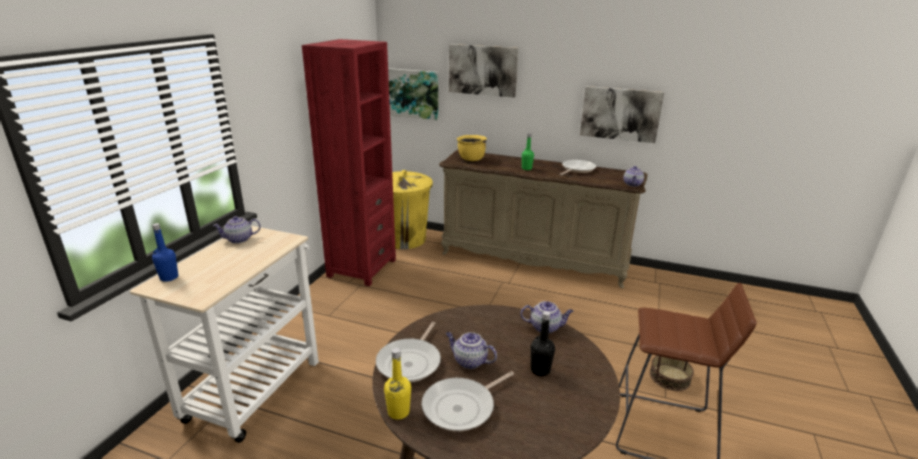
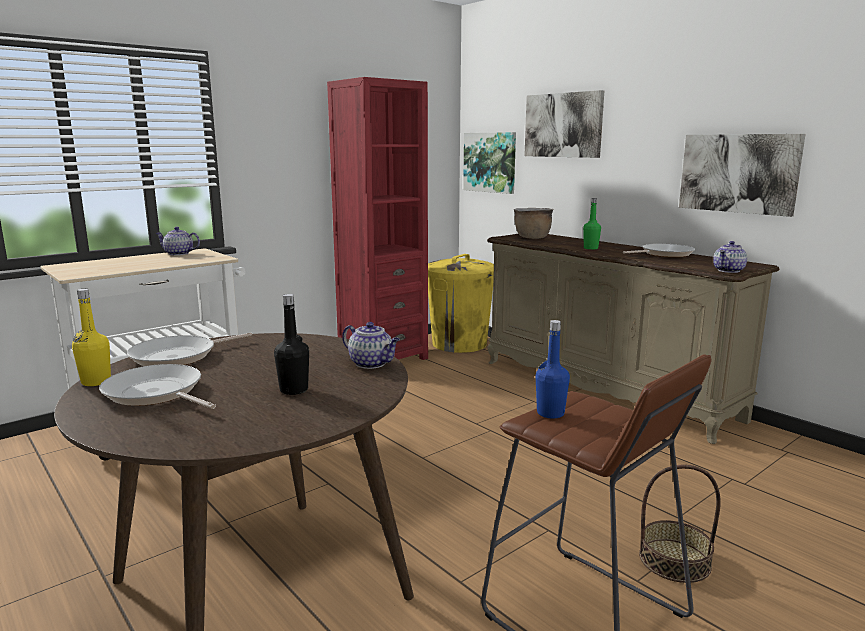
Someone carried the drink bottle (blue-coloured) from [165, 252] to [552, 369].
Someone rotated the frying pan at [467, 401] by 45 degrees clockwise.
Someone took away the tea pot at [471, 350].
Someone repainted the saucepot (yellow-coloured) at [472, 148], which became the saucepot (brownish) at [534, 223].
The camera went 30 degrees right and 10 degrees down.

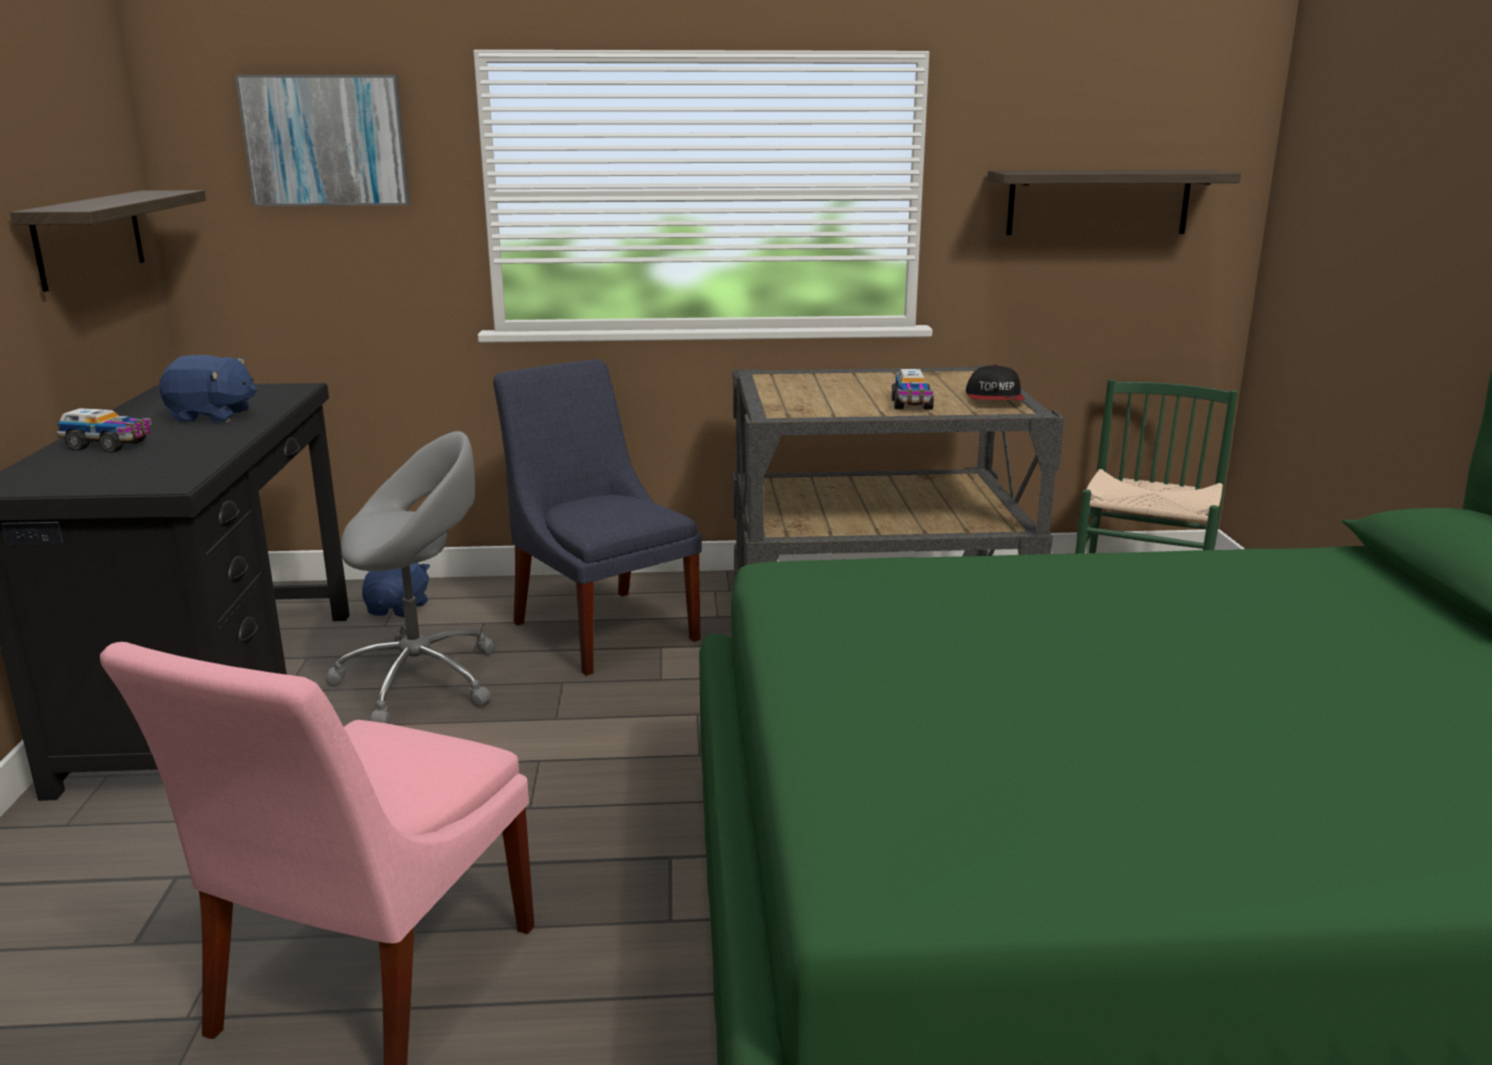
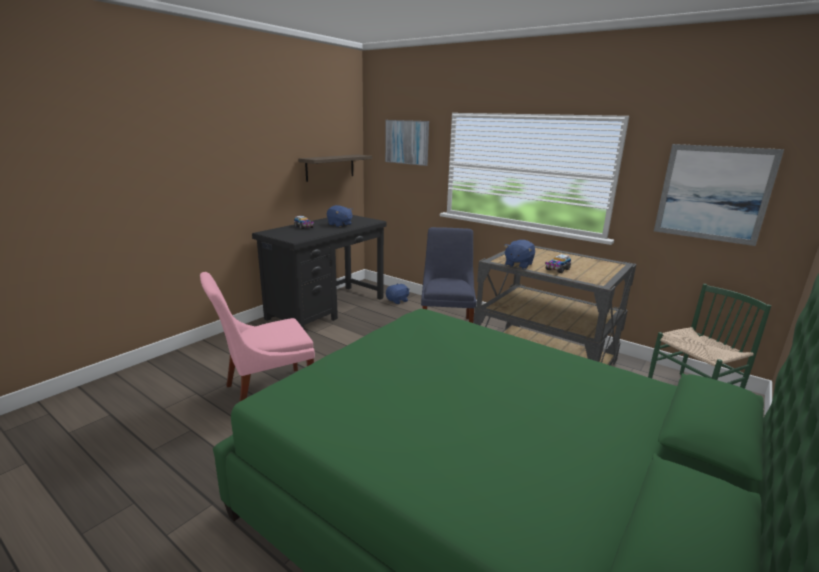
Someone took away the computer chair (greyish) at [410, 577].
Someone took away the peaked cap at [995, 382].
Someone swapped the bracket shelf at [1114, 202] for the wall art at [719, 195].
Someone put down the plush toy (blue-coloured) at [519, 254].
The camera went 40 degrees right and 0 degrees up.

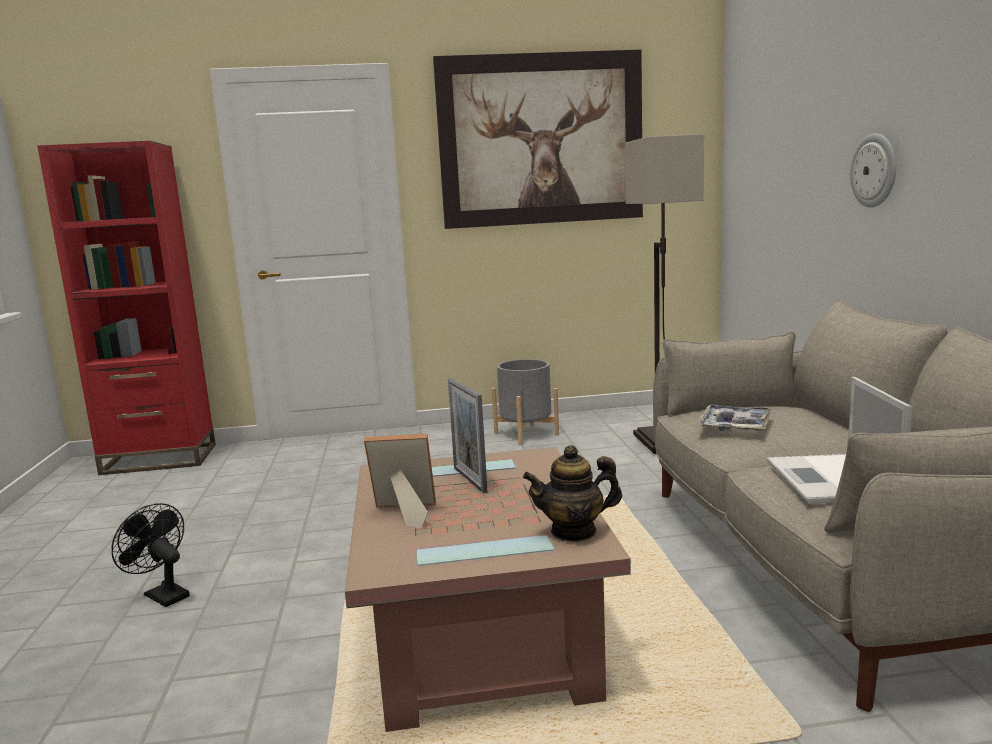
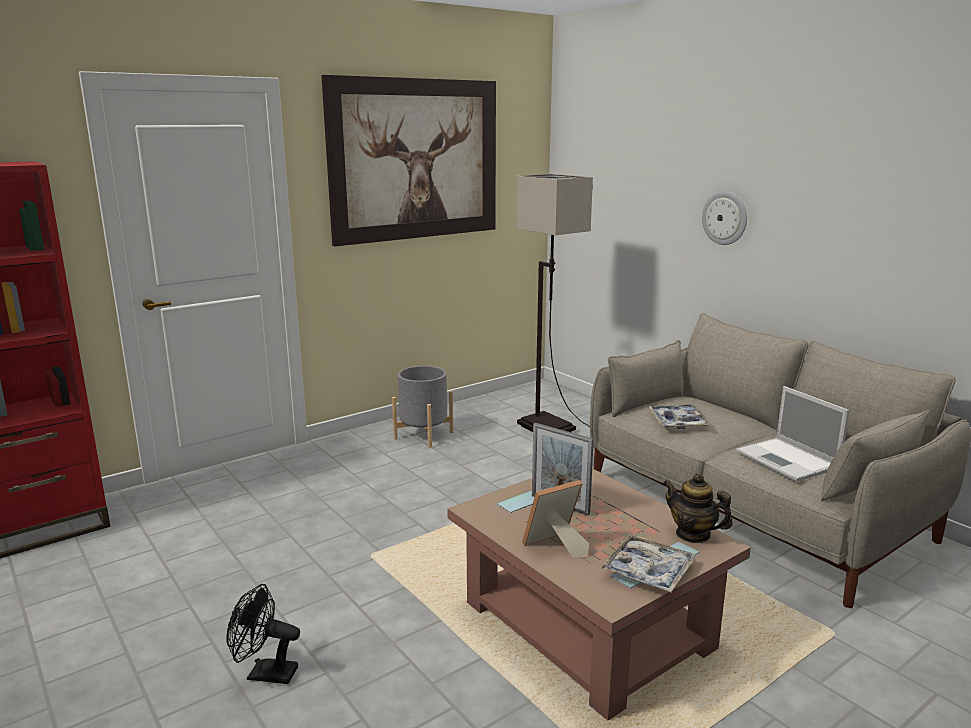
Someone rotated the tea pot at [572, 493] by 75 degrees clockwise.
Someone put down the tray at [648, 563].
The camera went 30 degrees left and 5 degrees up.

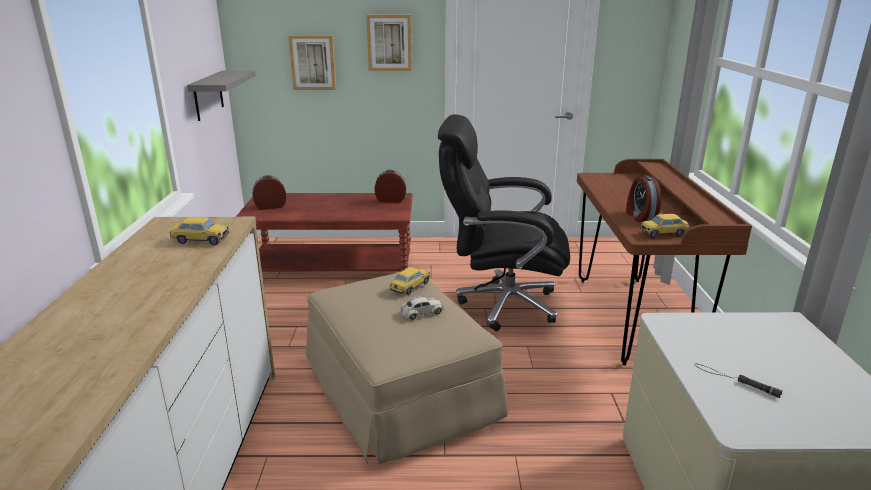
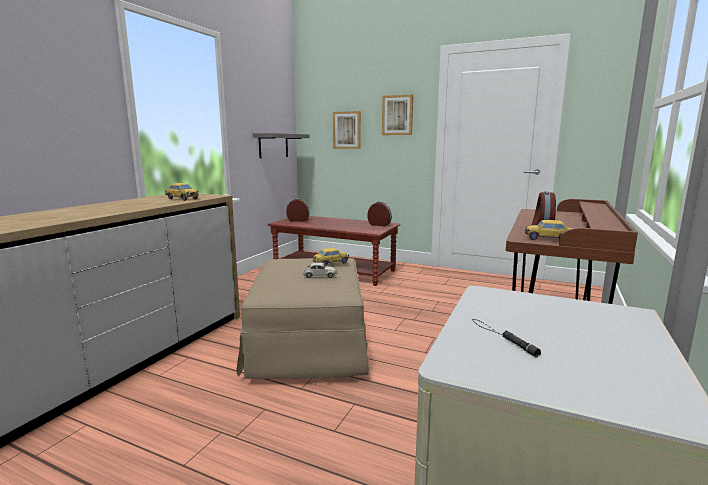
Someone took away the computer chair (black-coloured) at [504, 222].
The camera went 25 degrees right and 10 degrees down.

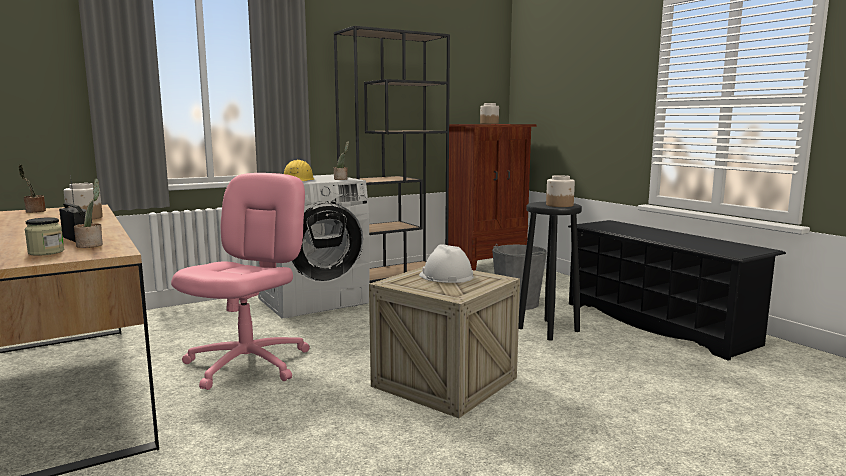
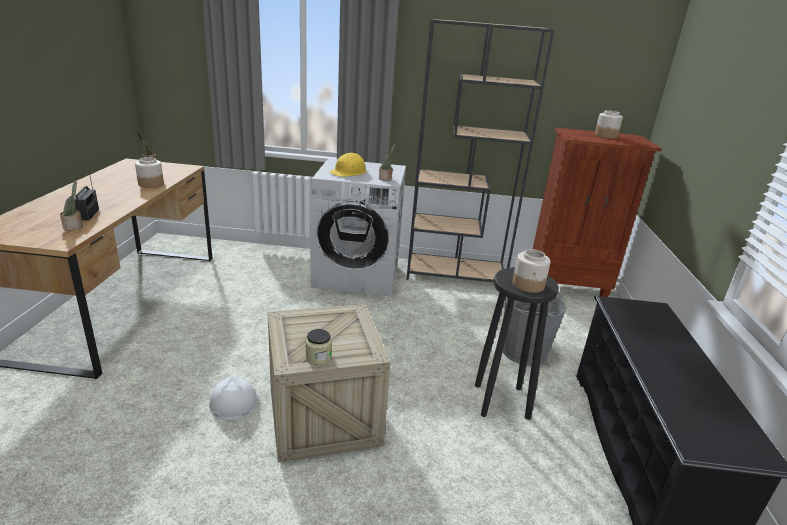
Someone carried the jar from [44, 236] to [319, 347].
Someone took away the computer chair (pinkish) at [240, 281].
Someone carried the work helmet (white-coloured) from [446, 263] to [234, 398].
The camera went 35 degrees right and 15 degrees up.

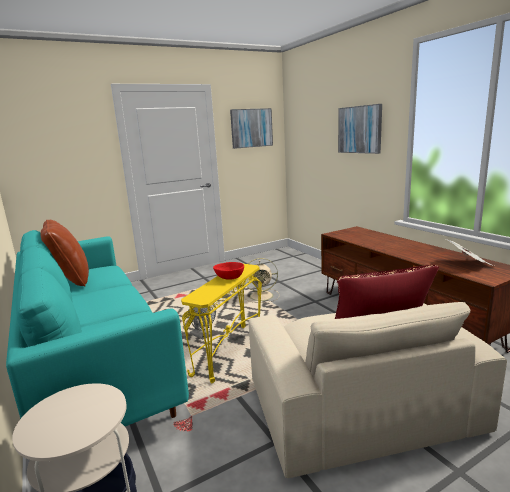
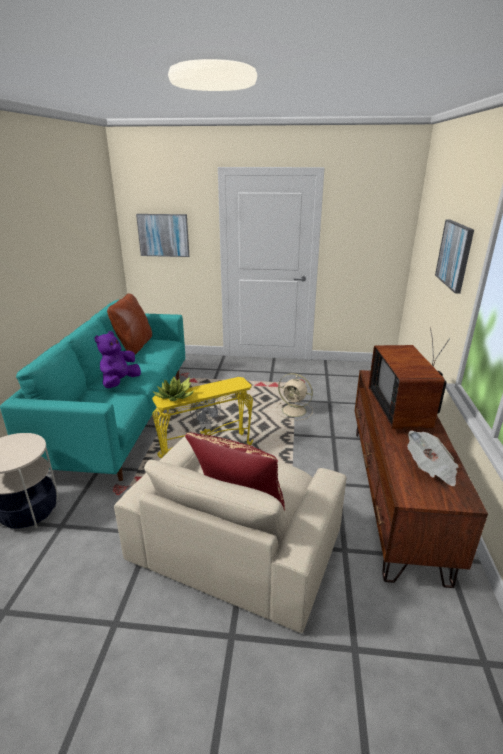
Someone took away the serving bowl (reddish) at [228, 271].
Someone carried the wall art from [251, 128] to [162, 235].
Someone put down the plush toy (purple) at [117, 359].
Someone put down the potted plant at [173, 388].
Someone put down the TV at [409, 378].
The camera went 35 degrees right and 10 degrees up.

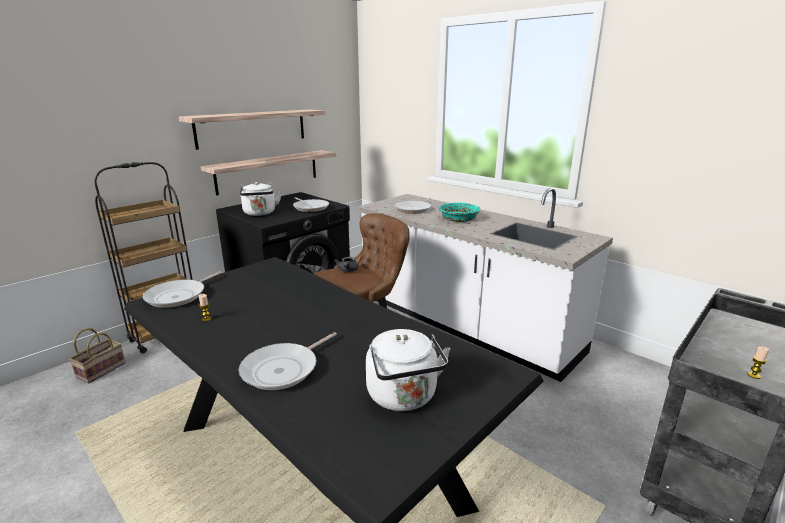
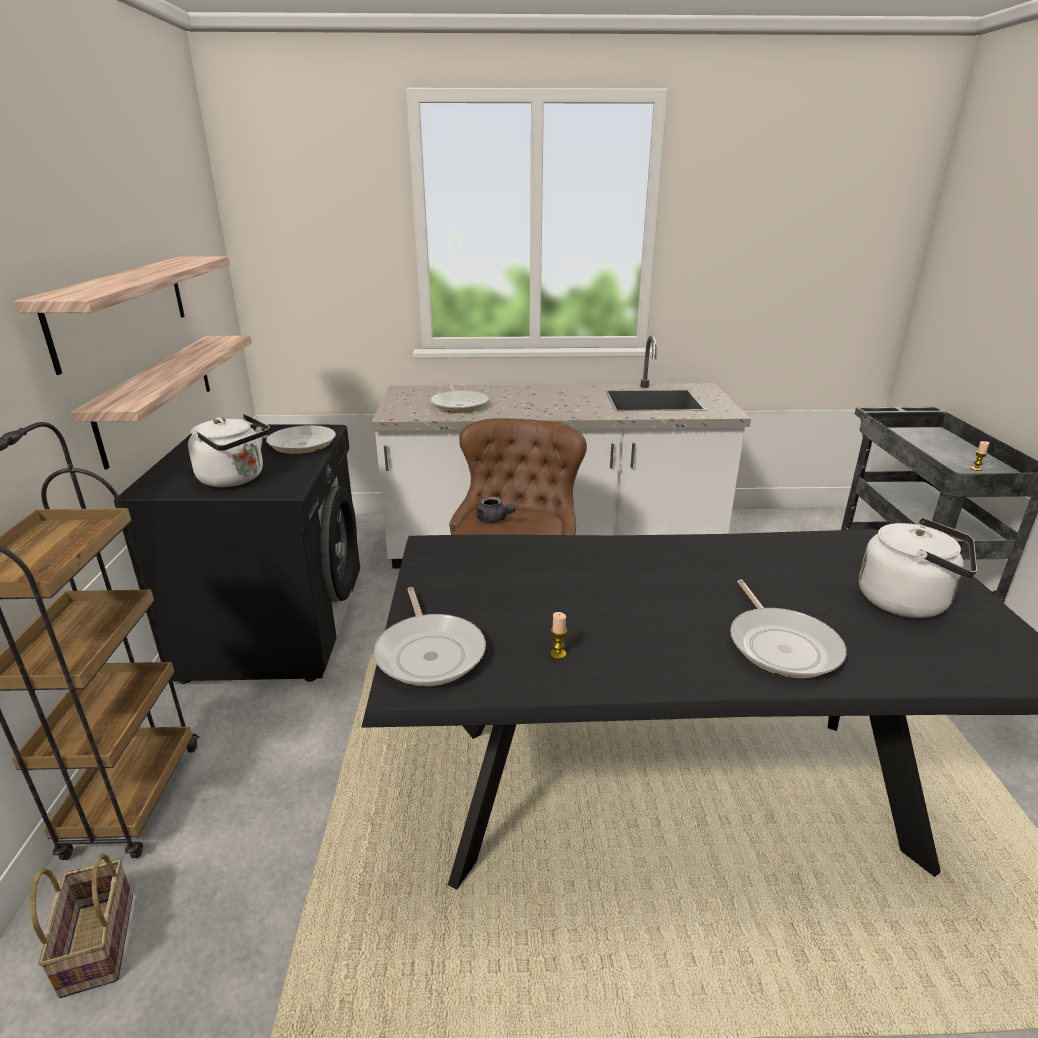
Someone took away the serving bowl (blue-green) at [459, 212].
The camera went 45 degrees left and 5 degrees up.

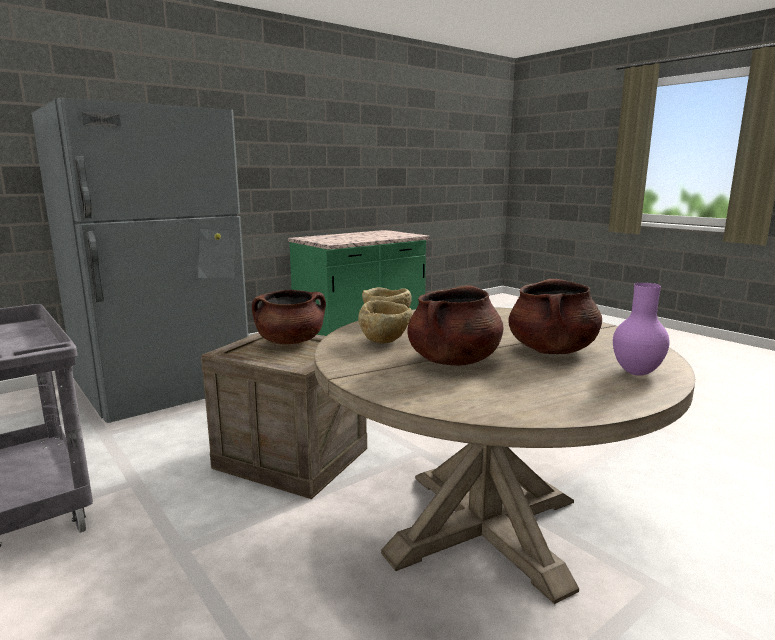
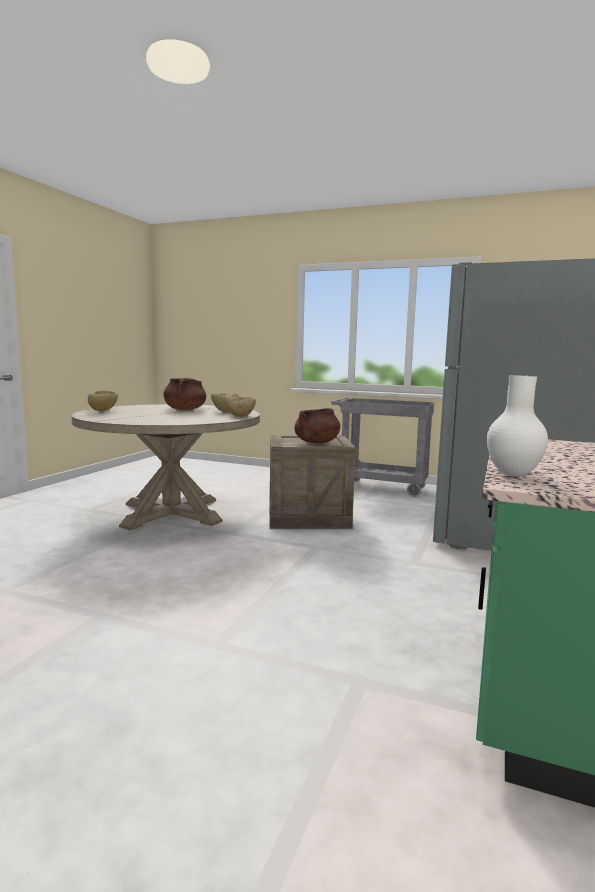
Someone took away the saucepot (brownish) at [555, 316].
Someone swapped the flower vase (purple) at [641, 329] for the serving bowl (beige) at [103, 400].
Someone put down the flower vase (white-coloured) at [517, 426].
The camera went 150 degrees right and 5 degrees down.

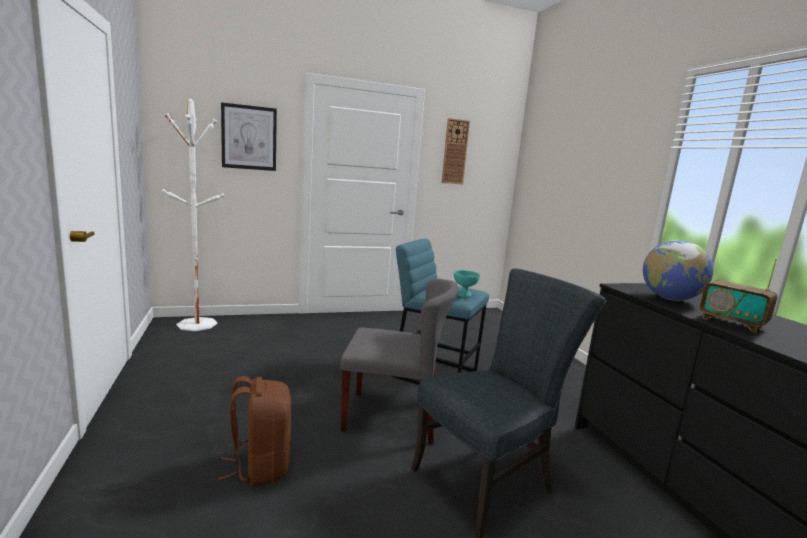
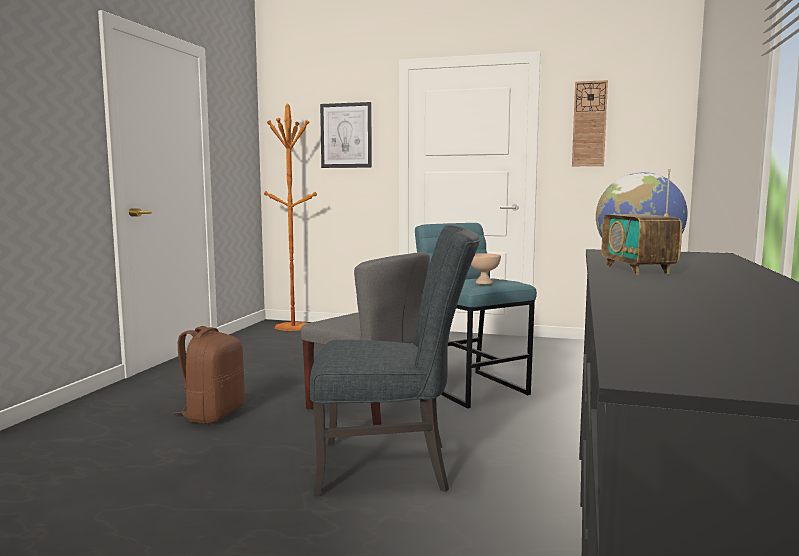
Someone repainted the clothes rack (white-coloured) at [193, 215], which became the clothes rack (orangey) at [290, 217].
Someone repainted the serving bowl (blue-green) at [467, 283], which became the serving bowl (beige) at [486, 268].
The camera went 35 degrees right and 5 degrees down.

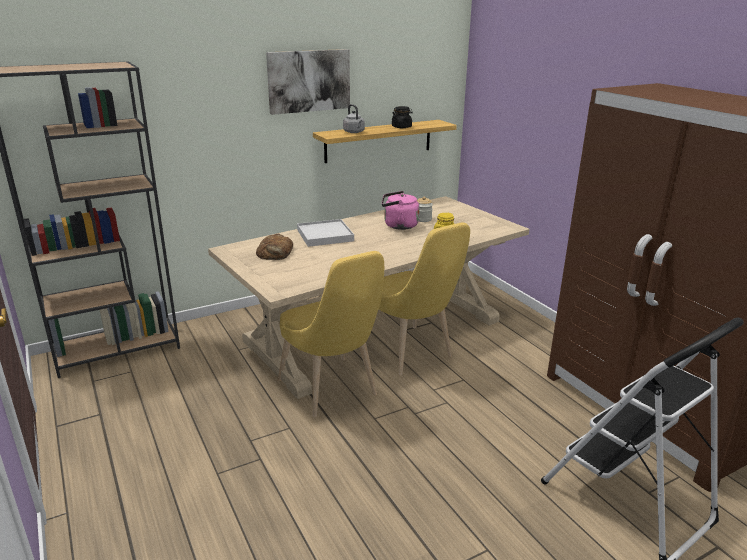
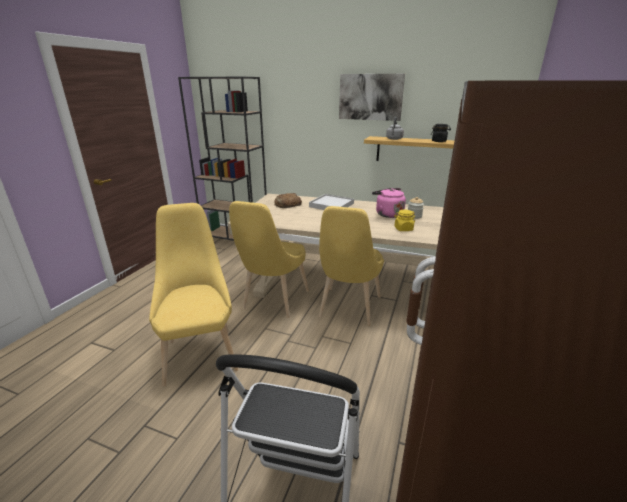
Someone put down the plain chair (yellow-coloured) at [193, 295].
The camera went 50 degrees right and 0 degrees up.

